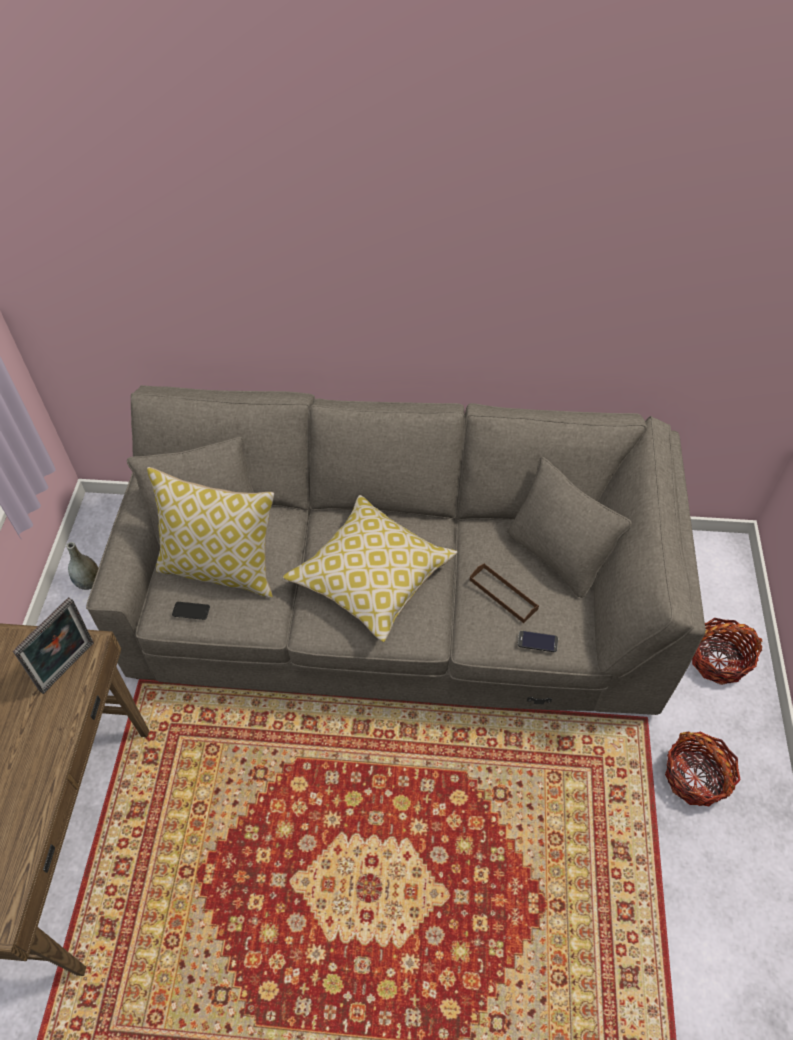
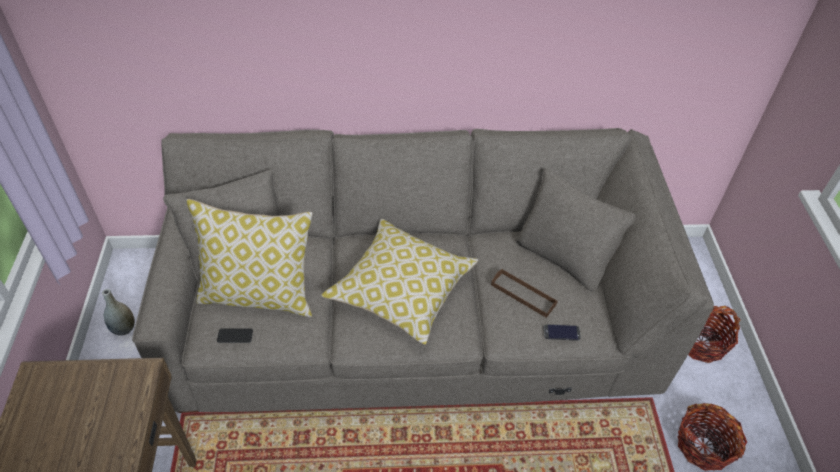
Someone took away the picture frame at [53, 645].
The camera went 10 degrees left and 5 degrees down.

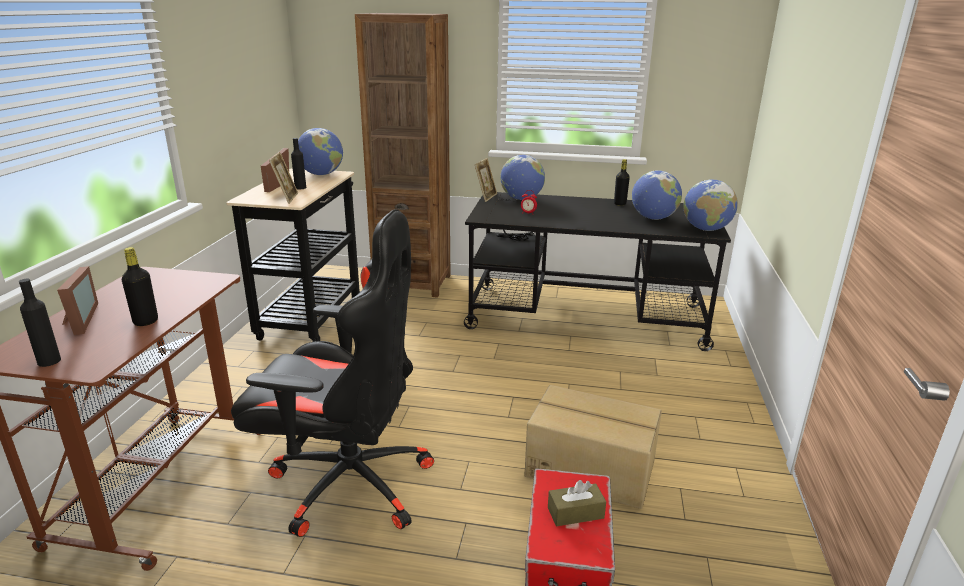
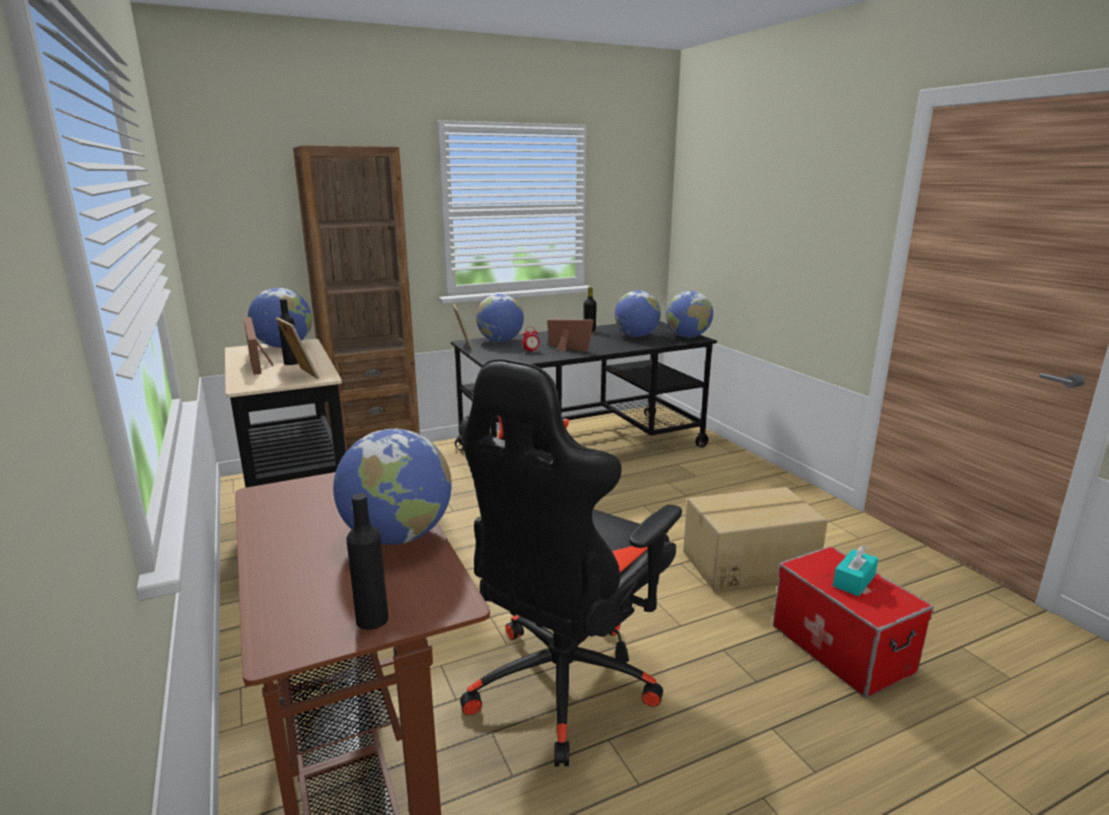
Someone carried the picture frame from [77, 300] to [570, 335].
Someone swapped the drink bottle (black-coloured) at [140, 286] for the world globe at [392, 487].
Someone rotated the computer chair (black-coloured) at [332, 373] by 150 degrees clockwise.
Someone repainted the box of tissues (brownish) at [577, 503], which became the box of tissues (blue-green) at [855, 570].
The camera went 35 degrees left and 5 degrees down.

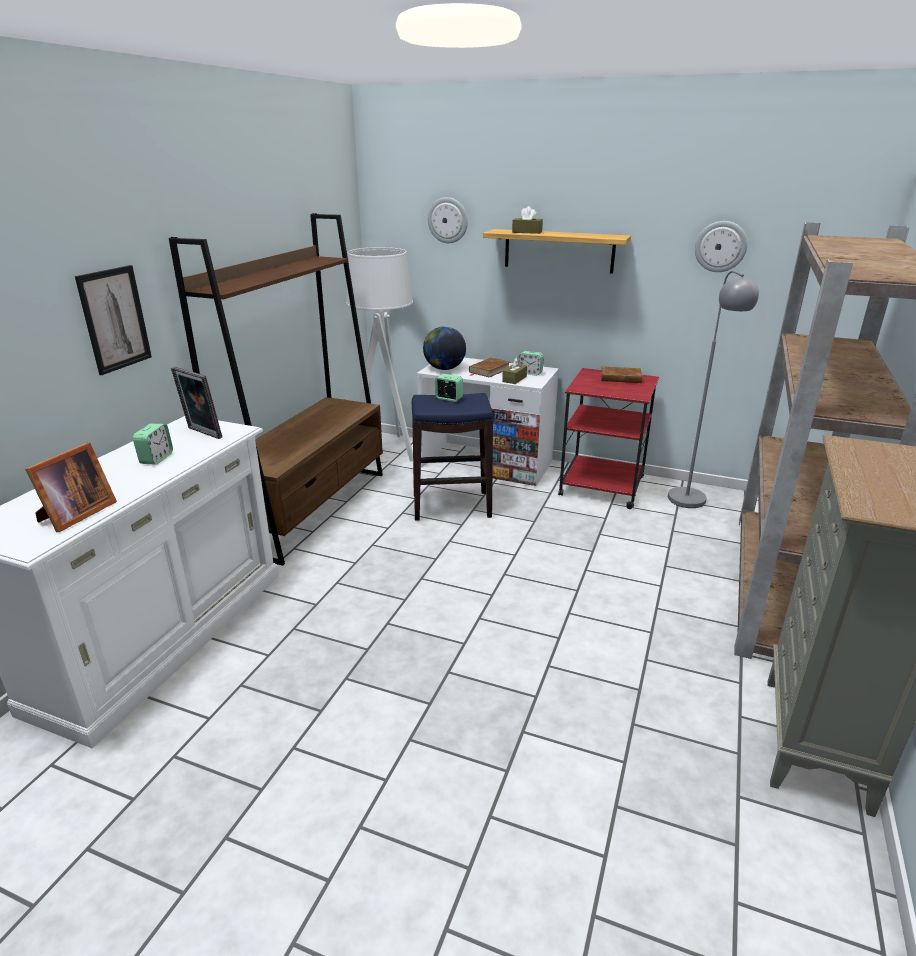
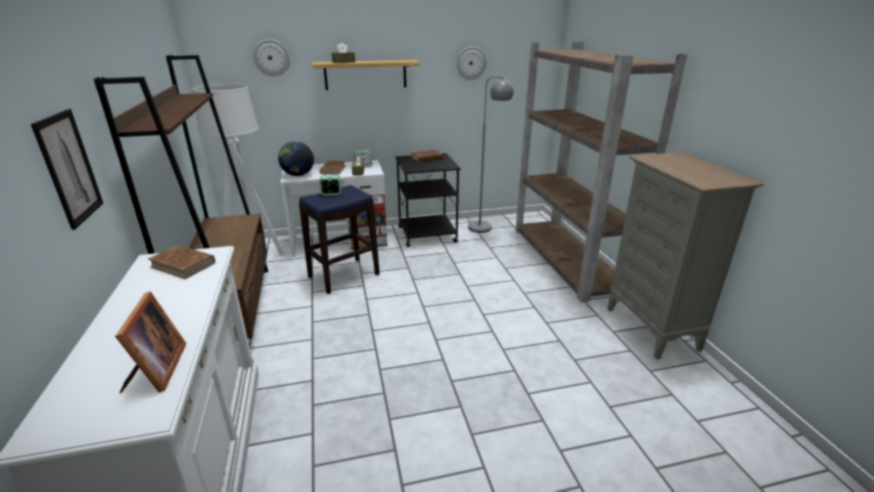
Someone took away the bedside clock at [153, 444].
Someone swapped the picture frame at [196, 403] for the bound book (brownish) at [181, 262].
Someone repainted the cart (reddish) at [608, 438], which became the cart (black-coloured) at [428, 200].
The camera went 35 degrees left and 0 degrees up.

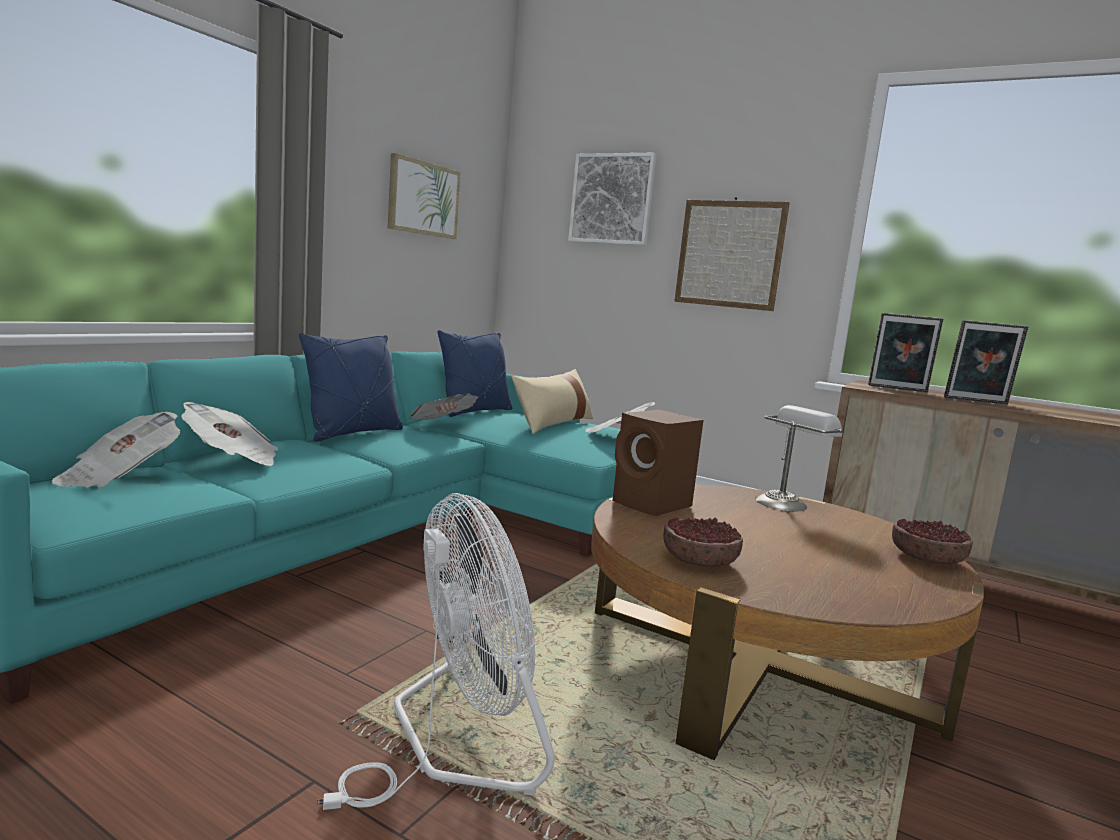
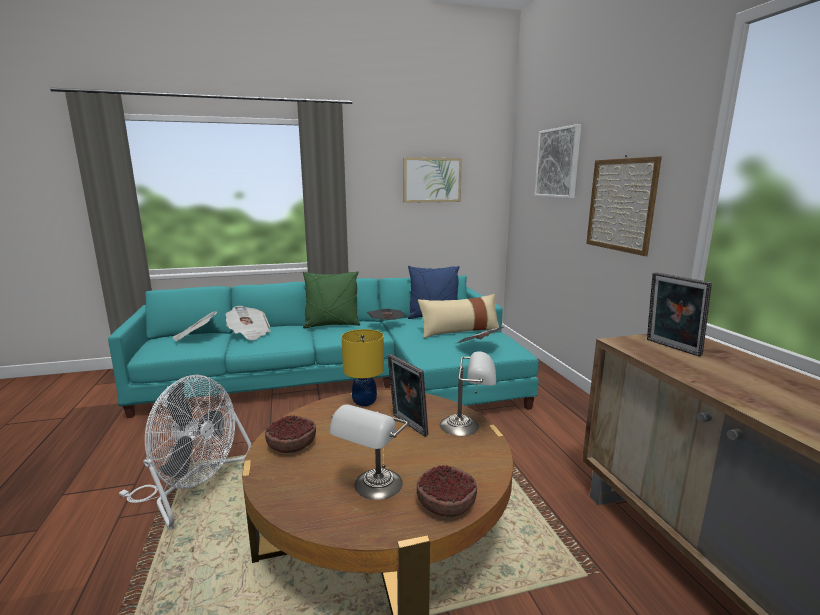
Someone repainted the pillow (blue-coloured) at [351, 387], which became the pillow (green-coloured) at [331, 299].
Someone swapped the speaker (brownish) at [658, 463] for the tabletop lamp (yellow-coloured) at [363, 367].
Someone carried the picture frame from [986, 362] to [408, 395].
Someone put down the tabletop lamp (white-coloured) at [368, 452].
The camera went 45 degrees right and 5 degrees up.

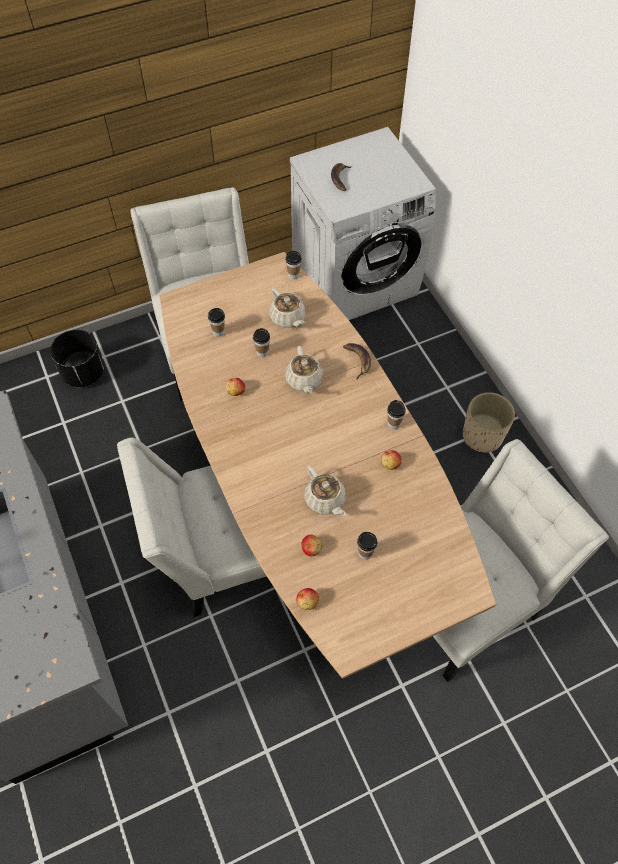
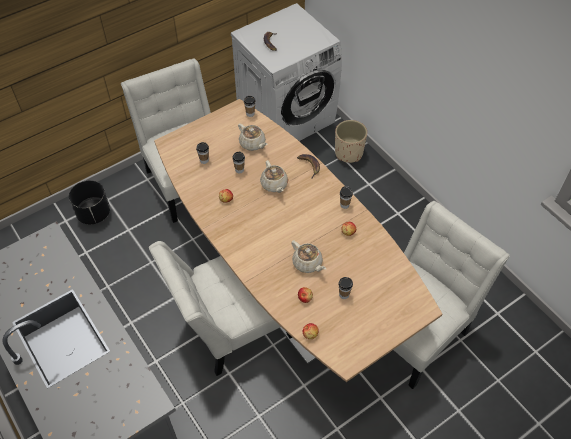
Someone carried the plant pot (beige) from [489, 422] to [351, 141].
The camera went 10 degrees left and 5 degrees down.

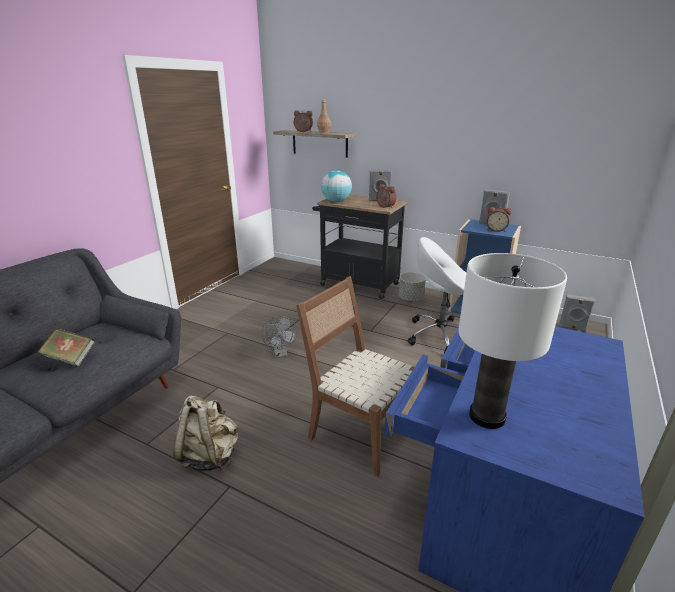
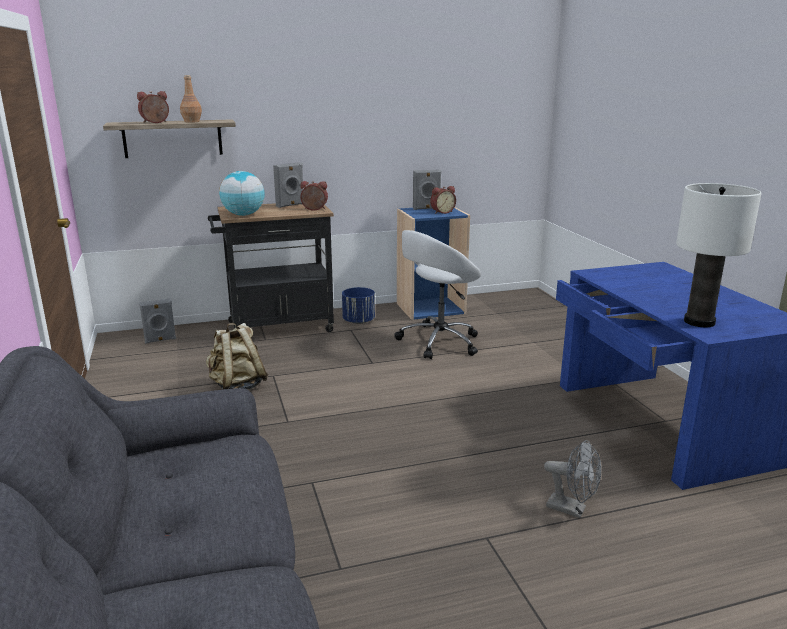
Someone took away the bound book at [66, 347].
Someone carried the knapsack (beige) from [205, 433] to [237, 356].
Someone carried the fan (greyish) from [279, 337] to [573, 479].
Someone took away the plain chair at [355, 376].
Someone repainted the plant pot (greyish) at [412, 287], which became the plant pot (blue-coloured) at [358, 305].
Someone carried the speaker (greyish) from [577, 312] to [157, 321].
The camera went 45 degrees left and 5 degrees down.

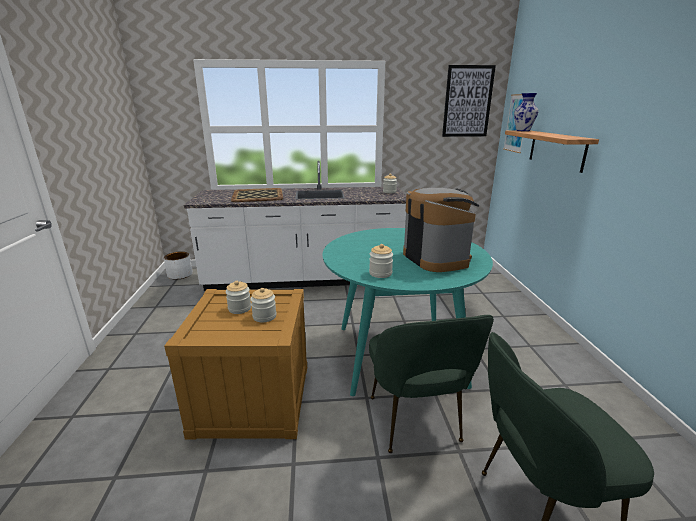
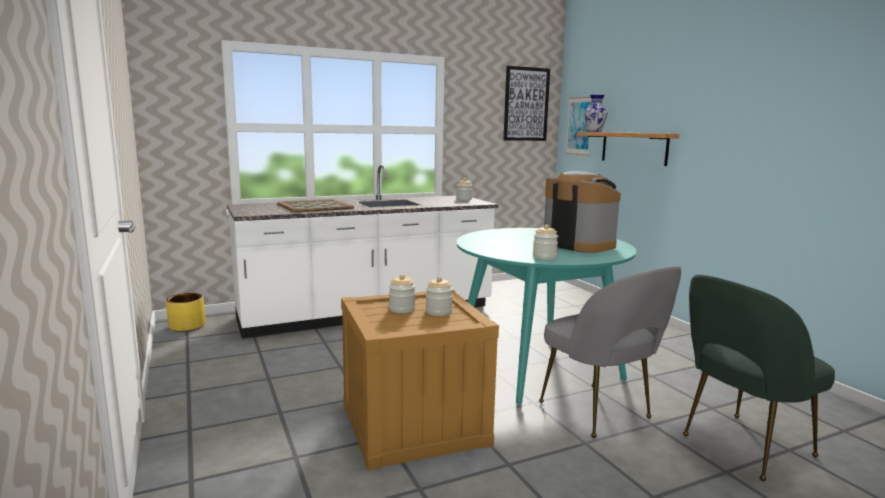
Someone repainted the plant pot (white-coloured) at [178, 265], which became the plant pot (yellow-coloured) at [186, 312].
Someone repainted the plain chair (green-coloured) at [431, 384], which became the plain chair (greyish) at [610, 352].
The camera went 20 degrees left and 10 degrees down.

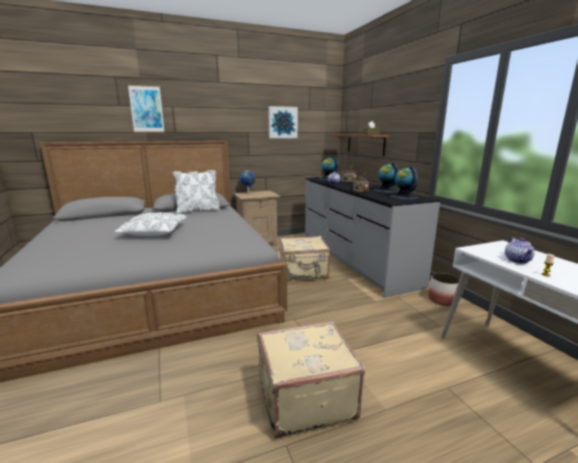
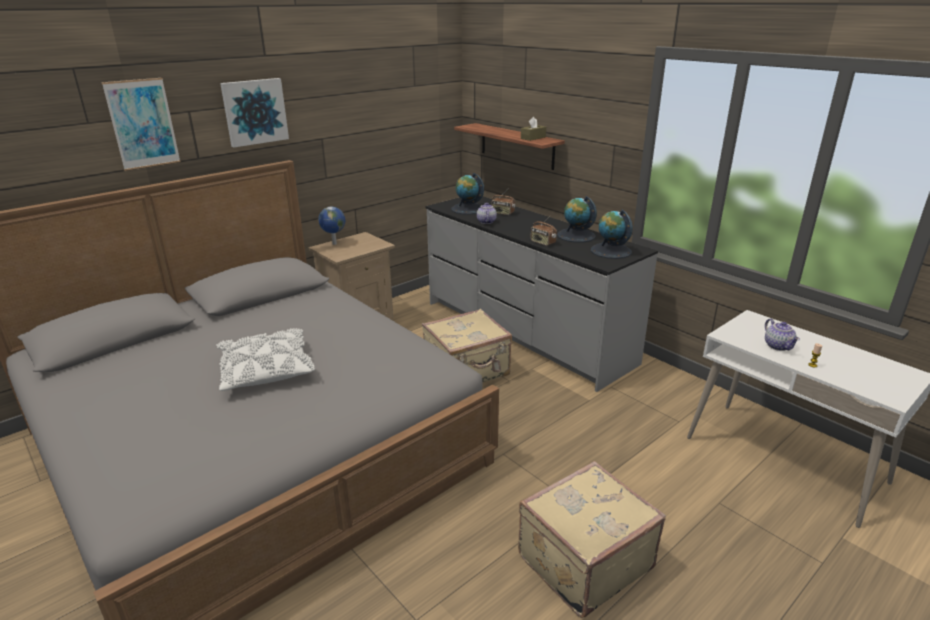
Someone took away the pillow (white-coloured) at [196, 192].
Someone carried the wall art from [283, 122] to [254, 112].
Someone took away the plant pot at [444, 289].
The camera went 20 degrees left and 10 degrees up.

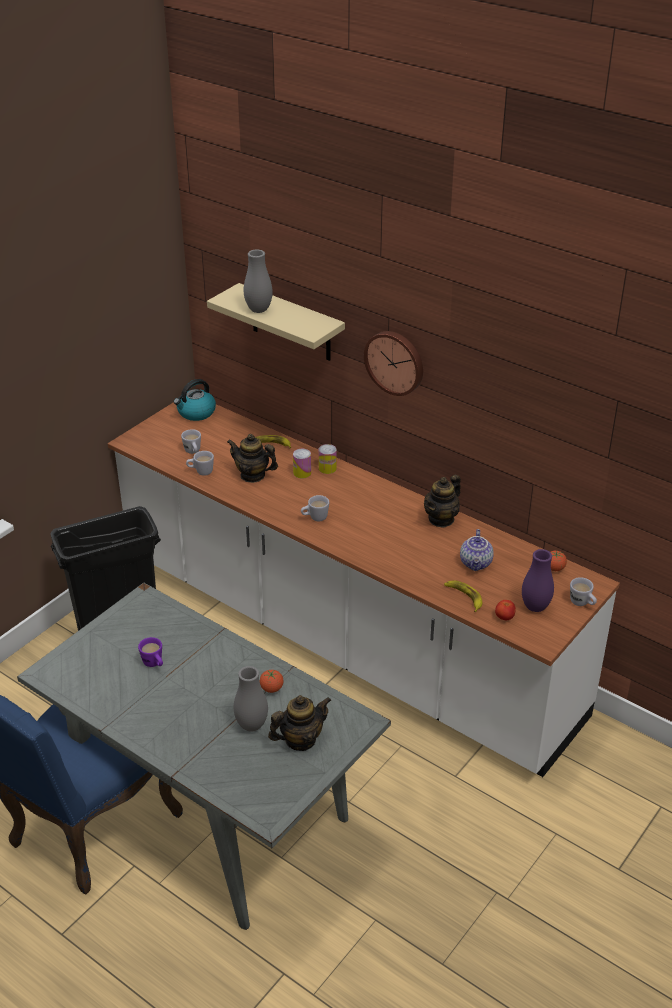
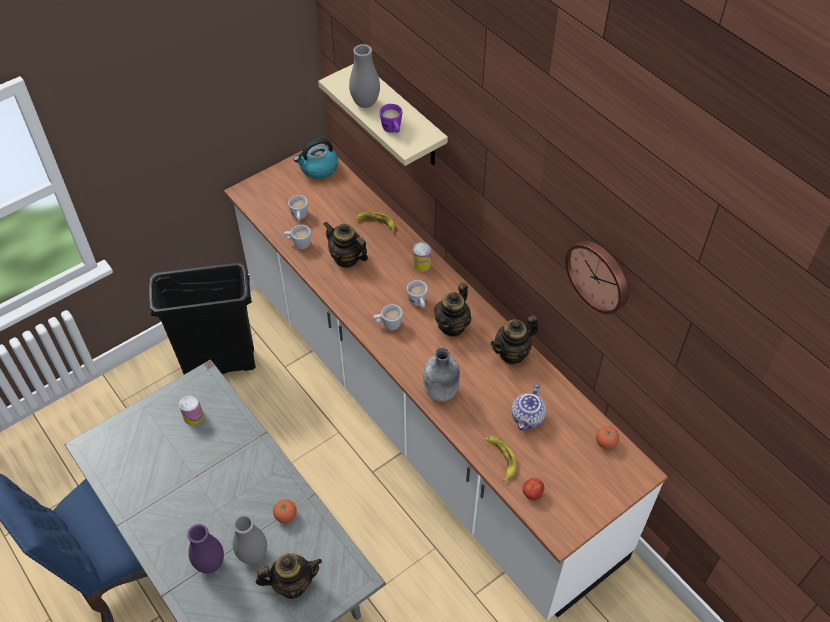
Someone carried the coffee mug (purple) from [150, 652] to [390, 118].
Someone carried the can from [302, 463] to [191, 409].
Someone carried the wall clock from [393, 363] to [597, 277].
Someone carried the flower vase (purple) from [538, 580] to [205, 549].
Someone carried the coffee mug (white-coloured) from [583, 591] to [417, 294].
Someone put down the drink bottle (greyish) at [442, 374].
Someone put down the tea pot at [452, 310].
The camera went 15 degrees right and 15 degrees up.

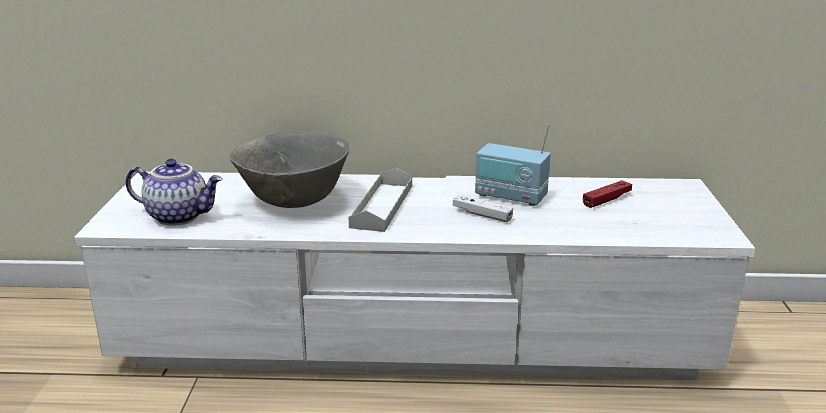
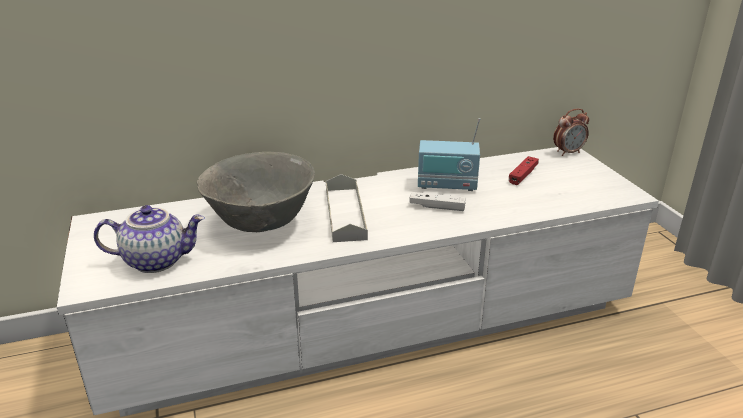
Someone put down the bedside clock at [571, 132].
The camera went 20 degrees left and 5 degrees up.

